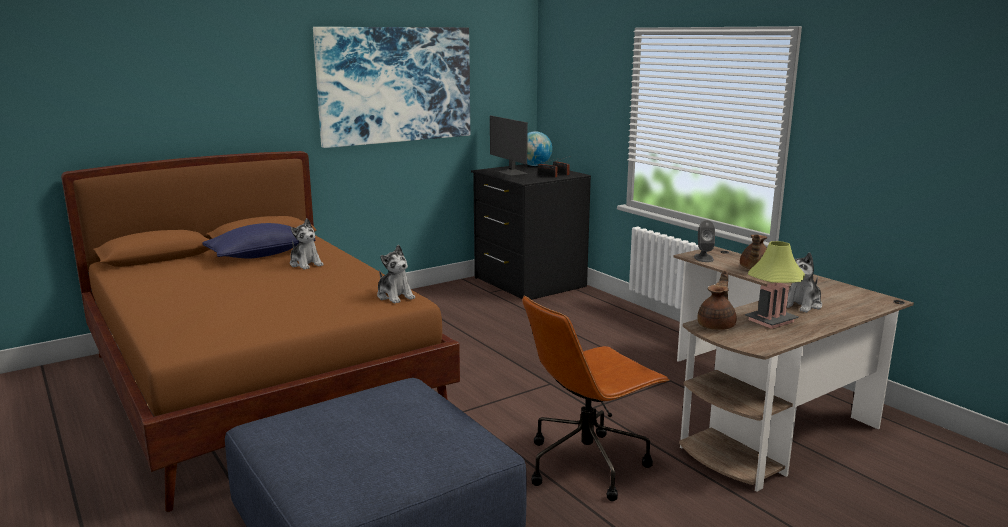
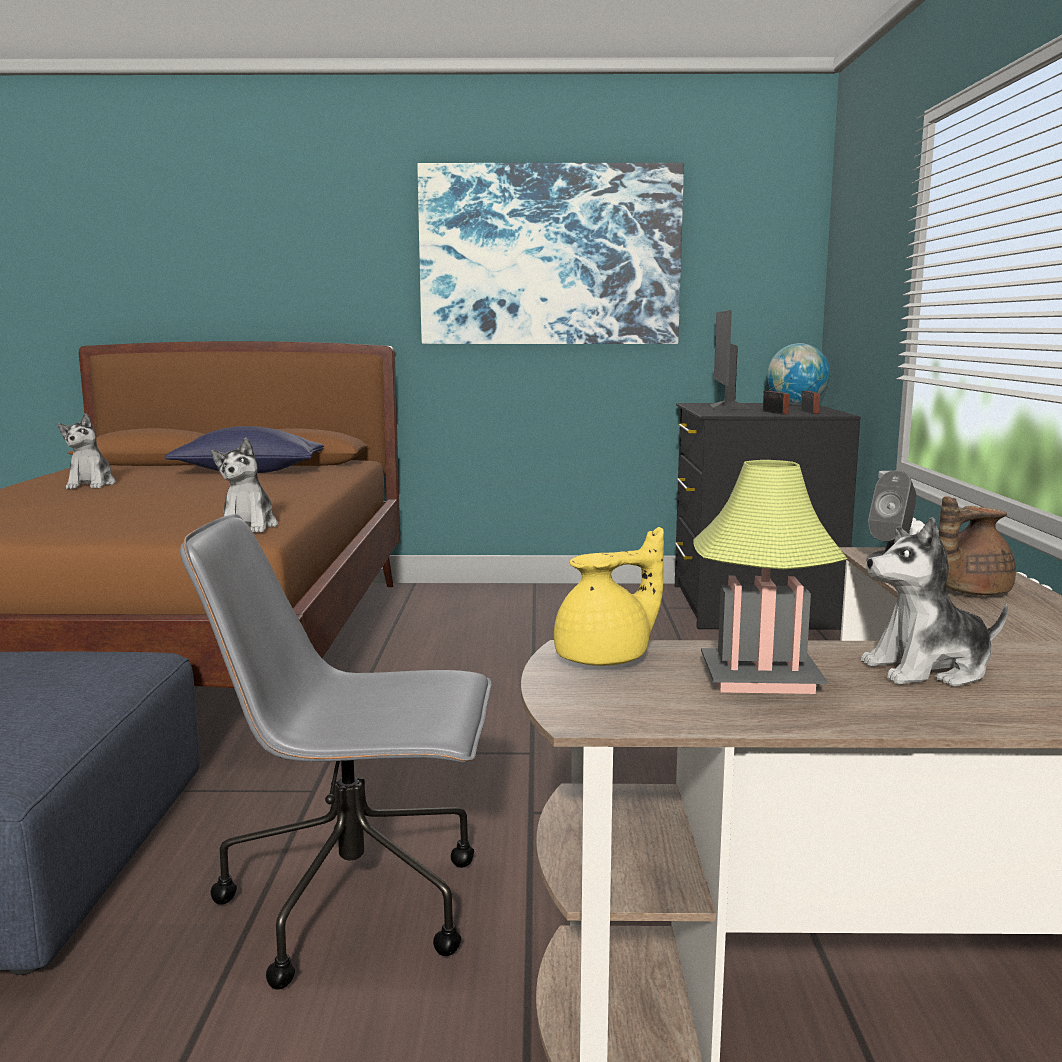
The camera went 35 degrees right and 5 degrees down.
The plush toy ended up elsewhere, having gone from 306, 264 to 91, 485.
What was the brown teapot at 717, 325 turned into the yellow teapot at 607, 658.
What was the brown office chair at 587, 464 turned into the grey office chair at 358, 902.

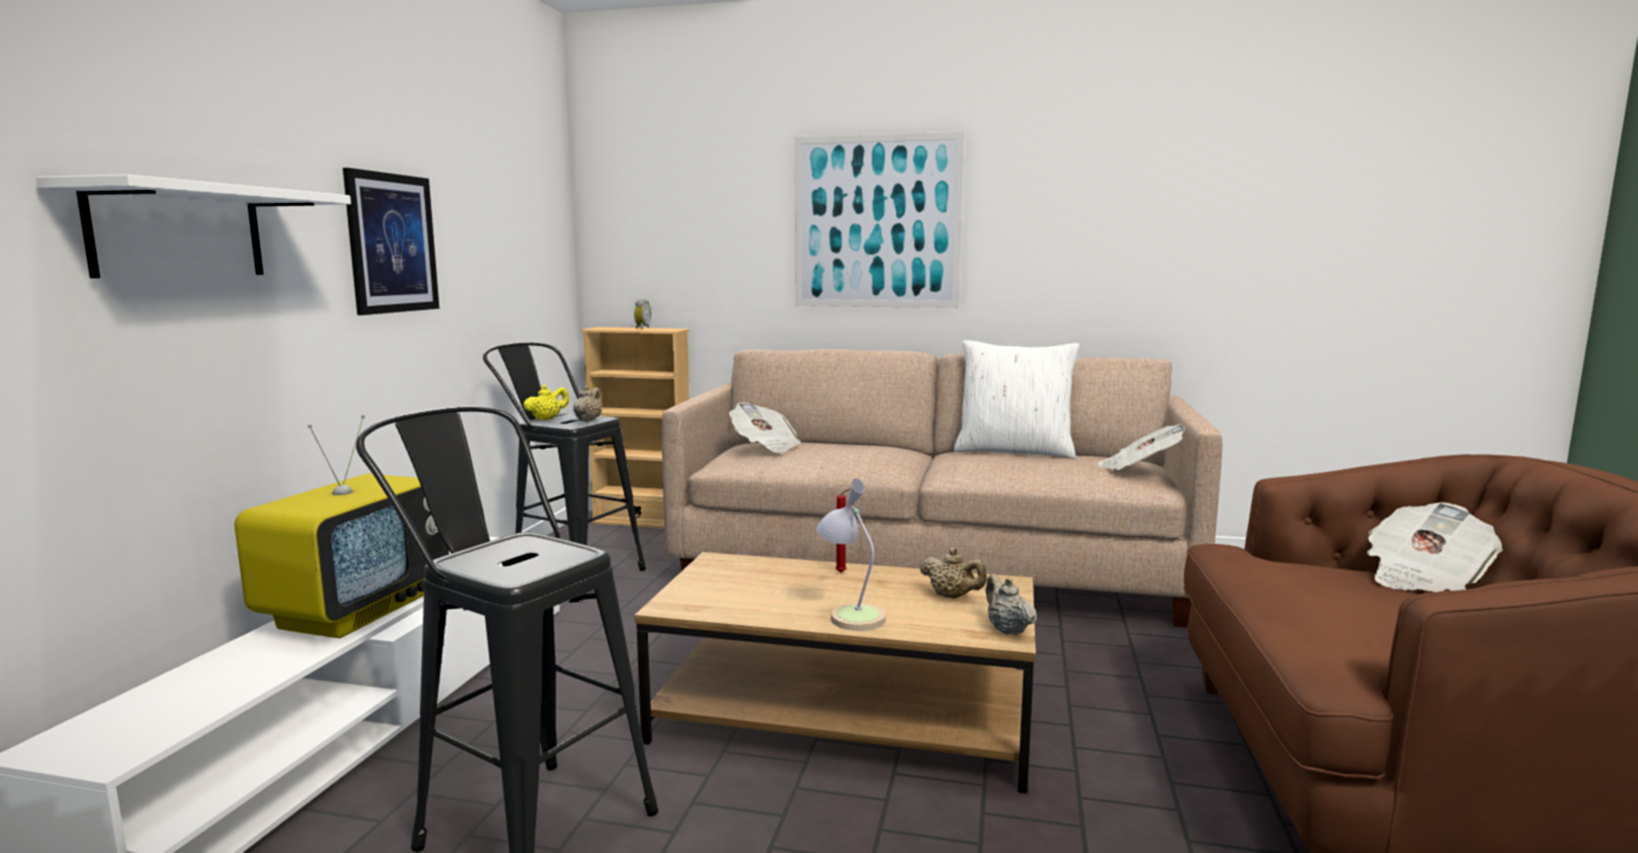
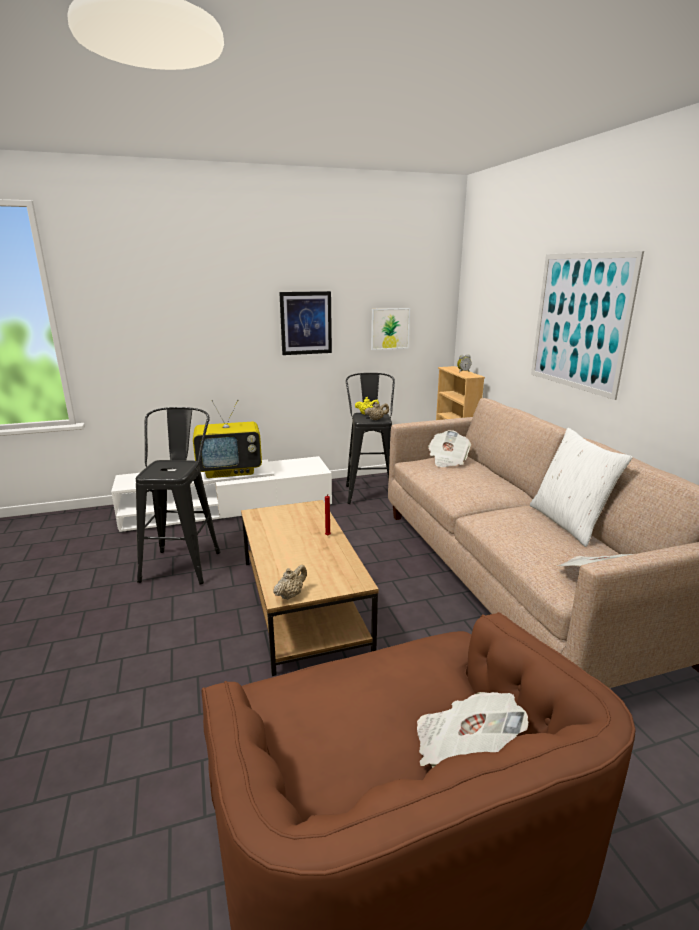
The camera went 60 degrees right and 10 degrees up.
The second view lost the white shelf at 178, 232.
The second view lost the table lamp at 849, 615.
The second view lost the beige teapot at 952, 596.
The second view gained the picture at 390, 328.

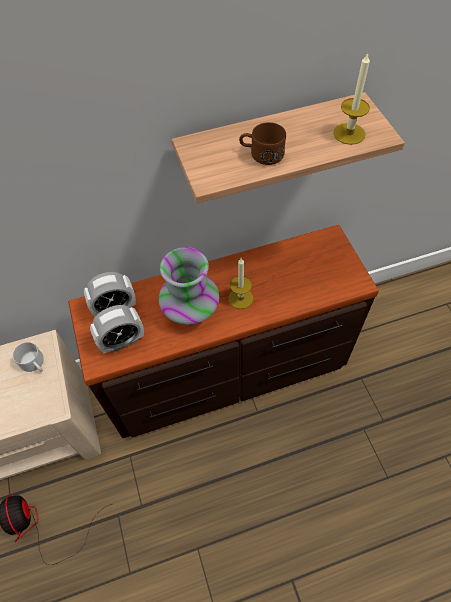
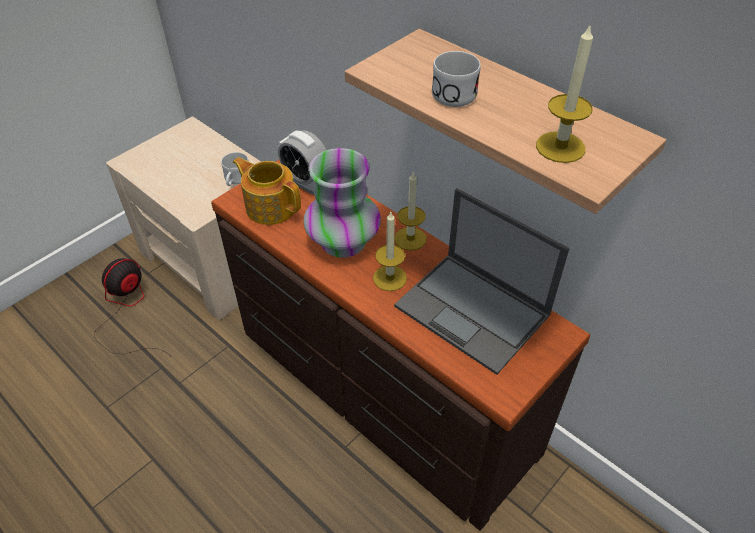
The camera went 60 degrees right and 10 degrees down.
What was the brown mug at 261, 154 turned into the white mug at 451, 91.
Where the alarm clock stood at 122, 341, the teapot came to stand at 271, 206.
The second view gained the candle at 410, 238.
The second view gained the laptop at 473, 311.

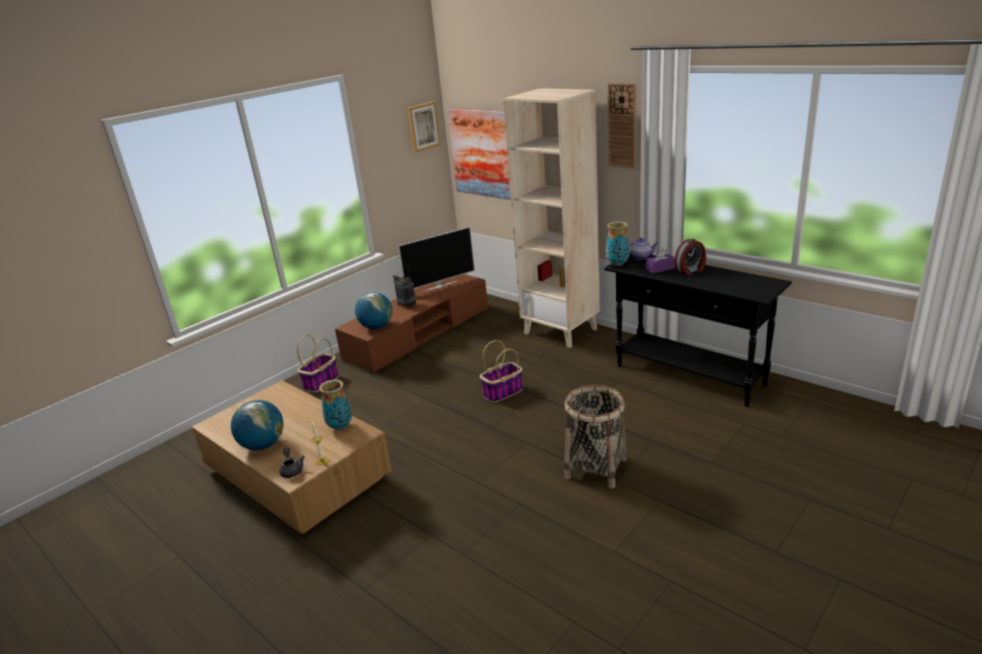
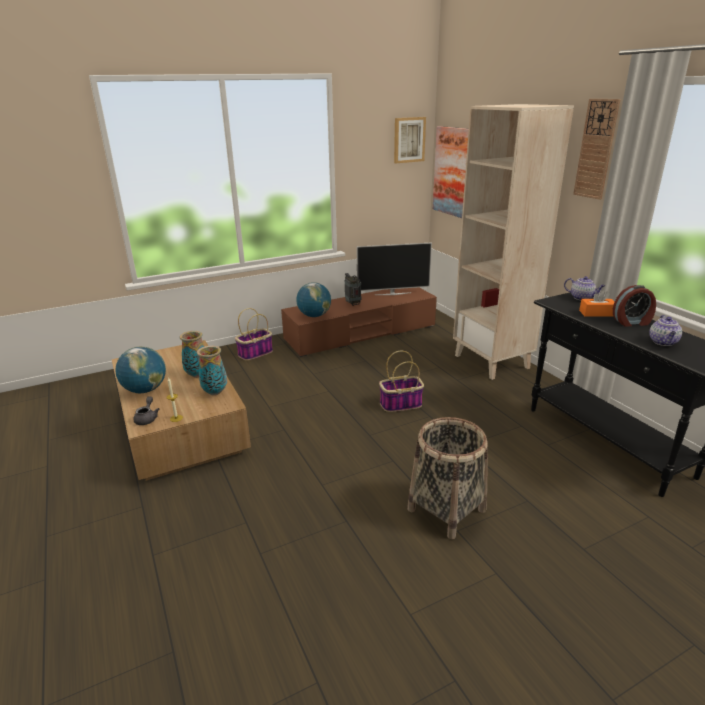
The camera went 20 degrees right and 0 degrees up.
The vase ended up elsewhere, having gone from 617, 264 to 198, 375.
What was the purple tissue box at 660, 268 turned into the orange tissue box at 596, 313.
The second view gained the teapot at 663, 342.

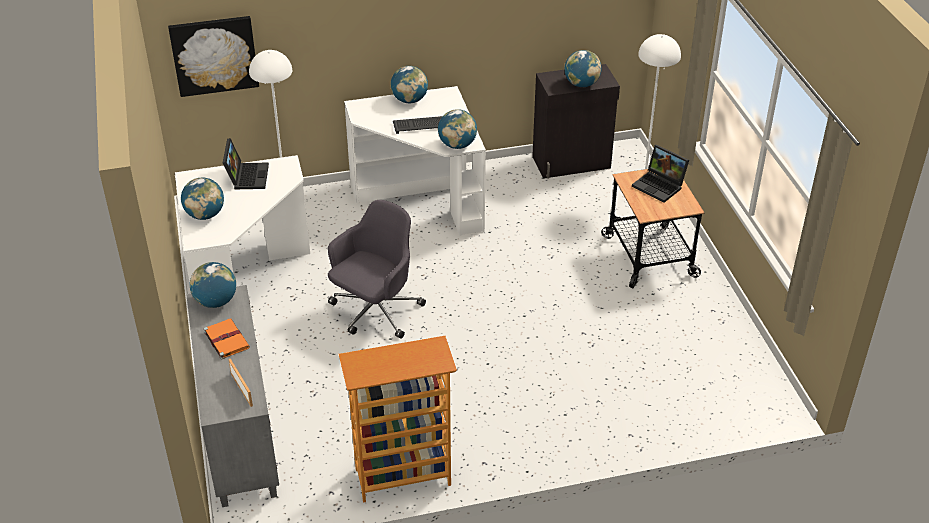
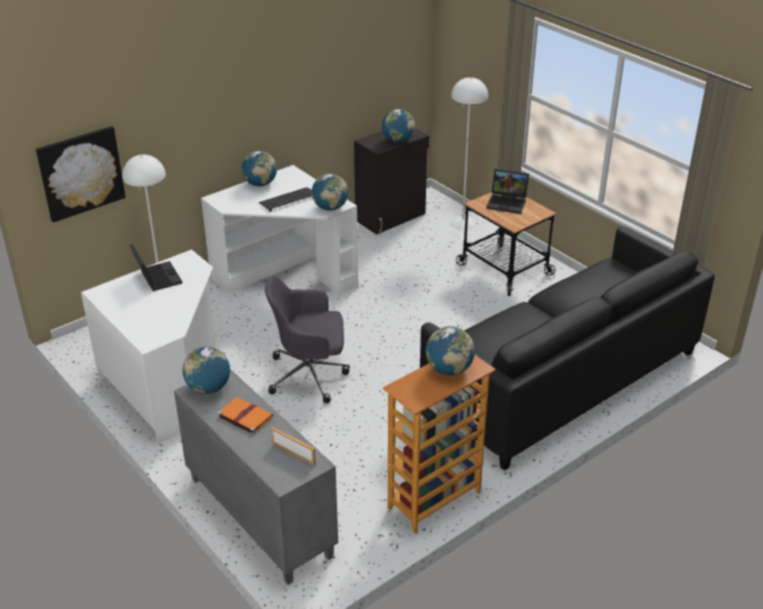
The camera went 25 degrees left and 5 degrees down.
The globe ended up elsewhere, having gone from 205, 215 to 449, 369.
The grey office chair at 375, 311 ended up facing another way, 105 degrees counterclockwise from before.
The second view gained the black sofa at 562, 379.

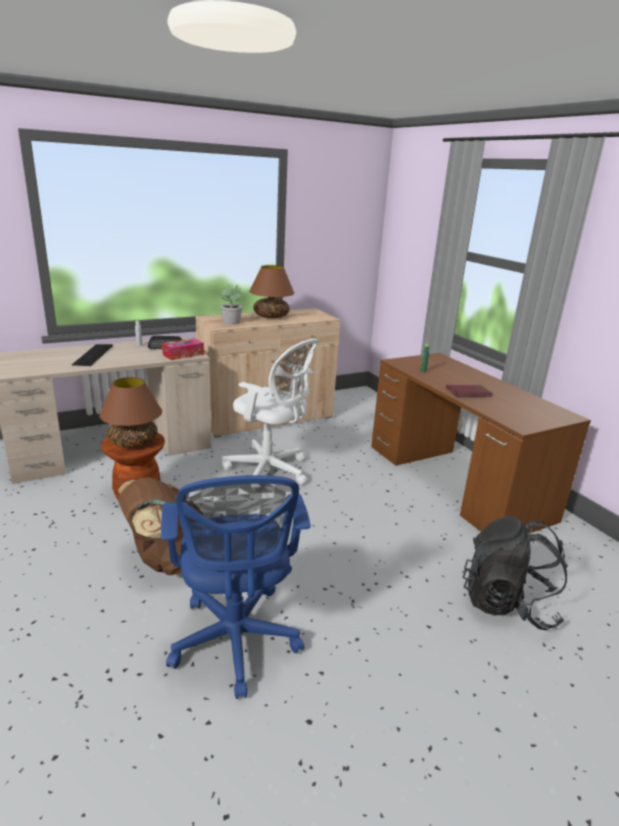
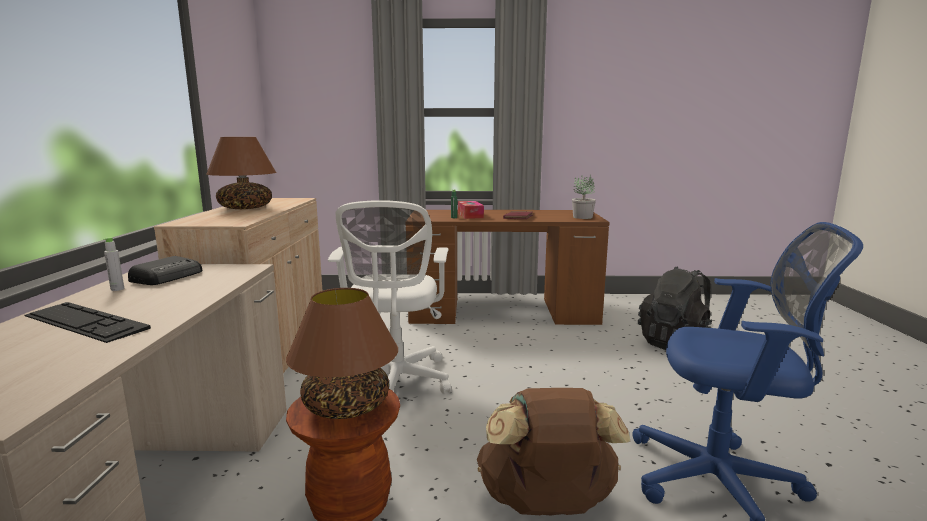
The camera went 60 degrees left and 10 degrees down.
The potted plant ended up elsewhere, having gone from 231, 322 to 582, 217.
The tissue box ended up elsewhere, having gone from 183, 354 to 470, 215.
The white office chair at 270, 471 ended up facing another way, 120 degrees clockwise from before.

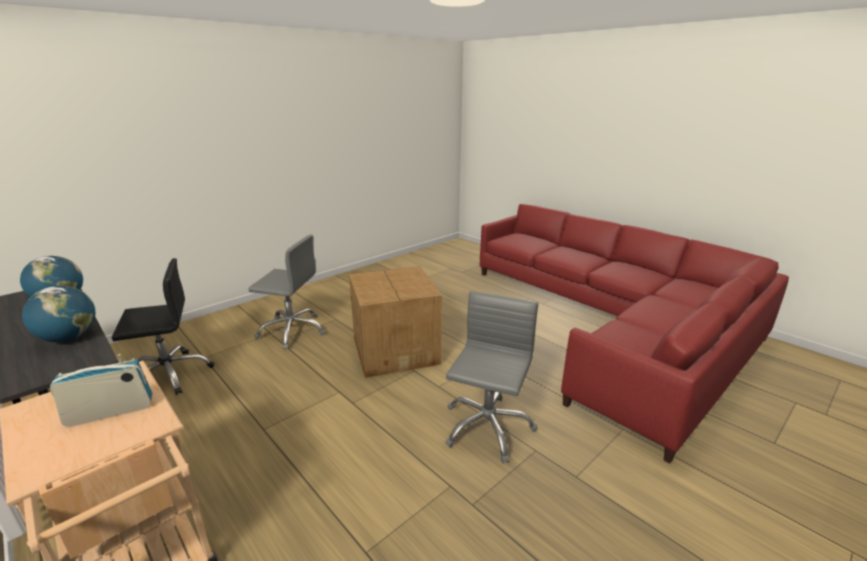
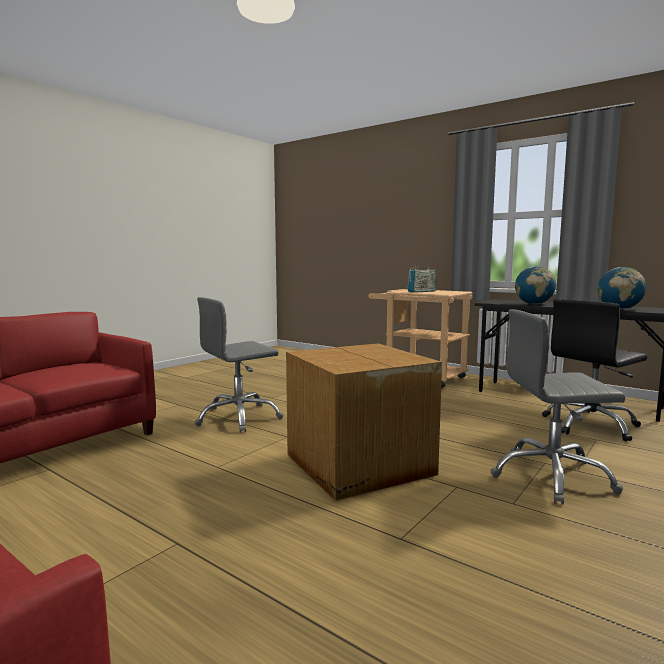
The camera went 170 degrees right and 15 degrees down.
The grey office chair at 487, 427 ended up facing another way, 45 degrees clockwise from before.

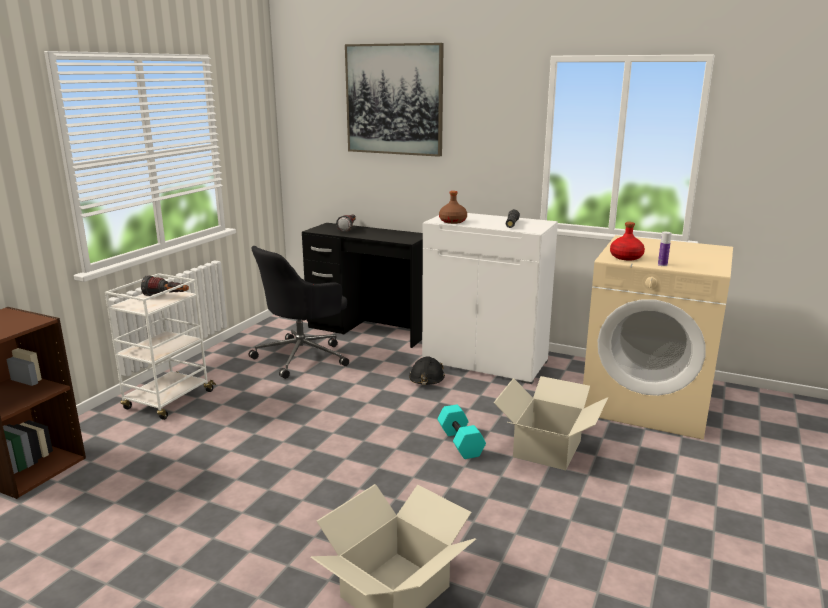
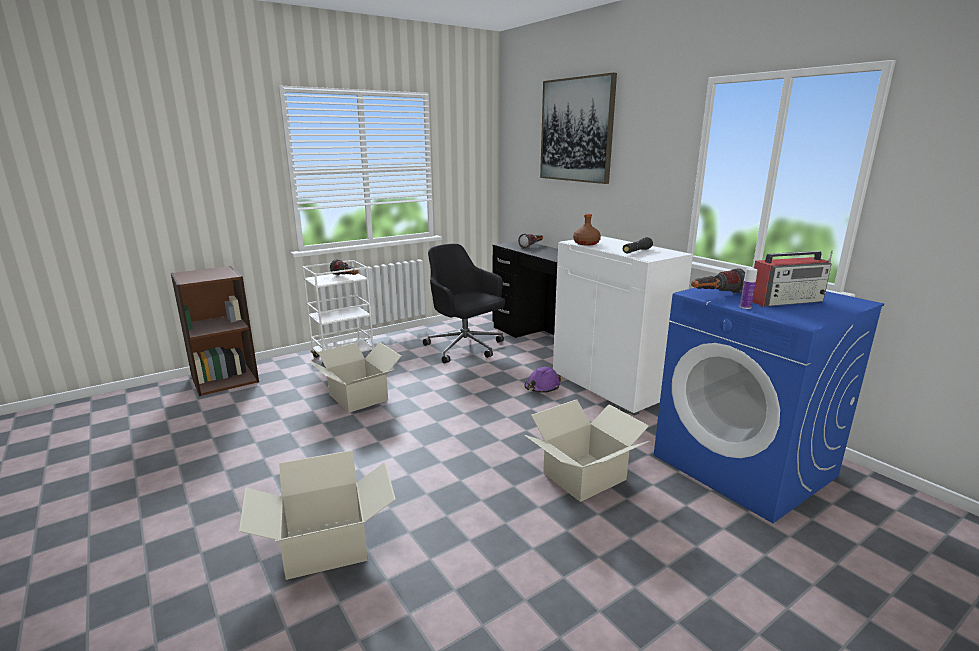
The camera went 30 degrees right and 0 degrees up.
Where the red bottle stood at 625, 257, the flashlight came to stand at 715, 294.
What was the beige washing machine at 648, 402 turned into the blue washing machine at 744, 466.
The black office chair at 303, 357 ended up facing another way, 60 degrees clockwise from before.
What was the black hard hat at 426, 379 turned into the purple hard hat at 542, 387.
The second view lost the turquoise dumbbell at 461, 442.
The second view gained the radio at 786, 301.
The second view gained the cardboard box at 358, 397.

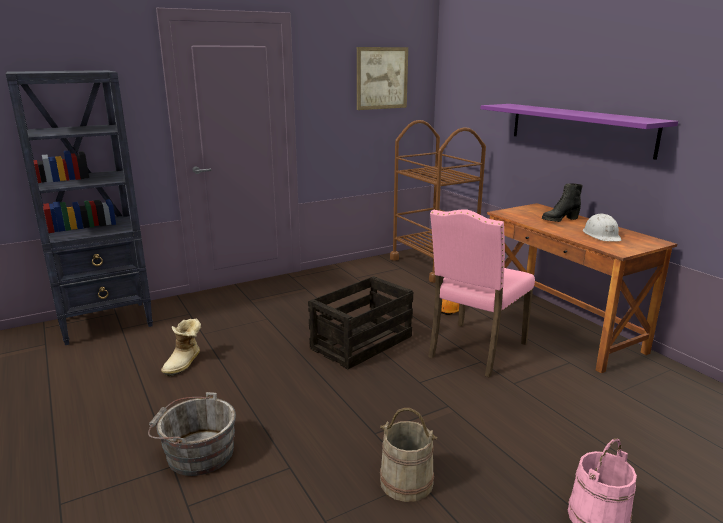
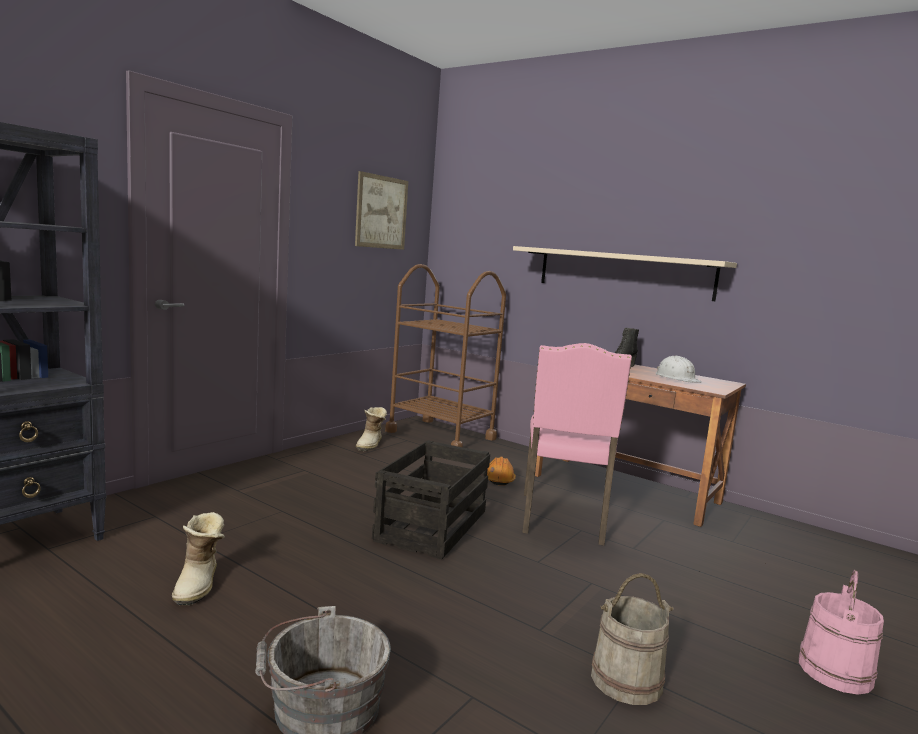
The camera went 25 degrees left and 10 degrees down.
What was the purple shelf at 579, 128 turned into the beige shelf at 623, 273.
The second view gained the boot at 371, 444.

